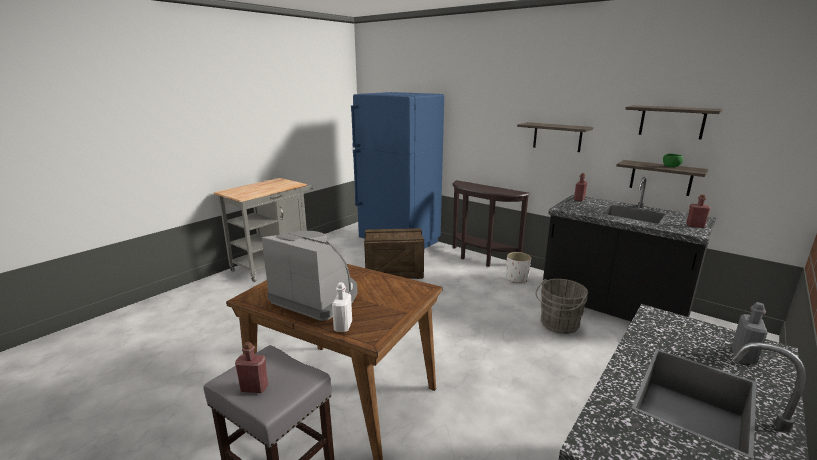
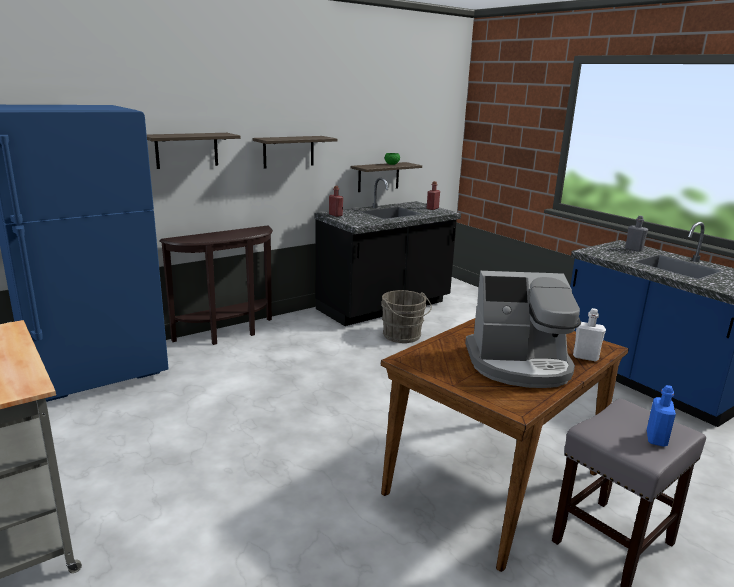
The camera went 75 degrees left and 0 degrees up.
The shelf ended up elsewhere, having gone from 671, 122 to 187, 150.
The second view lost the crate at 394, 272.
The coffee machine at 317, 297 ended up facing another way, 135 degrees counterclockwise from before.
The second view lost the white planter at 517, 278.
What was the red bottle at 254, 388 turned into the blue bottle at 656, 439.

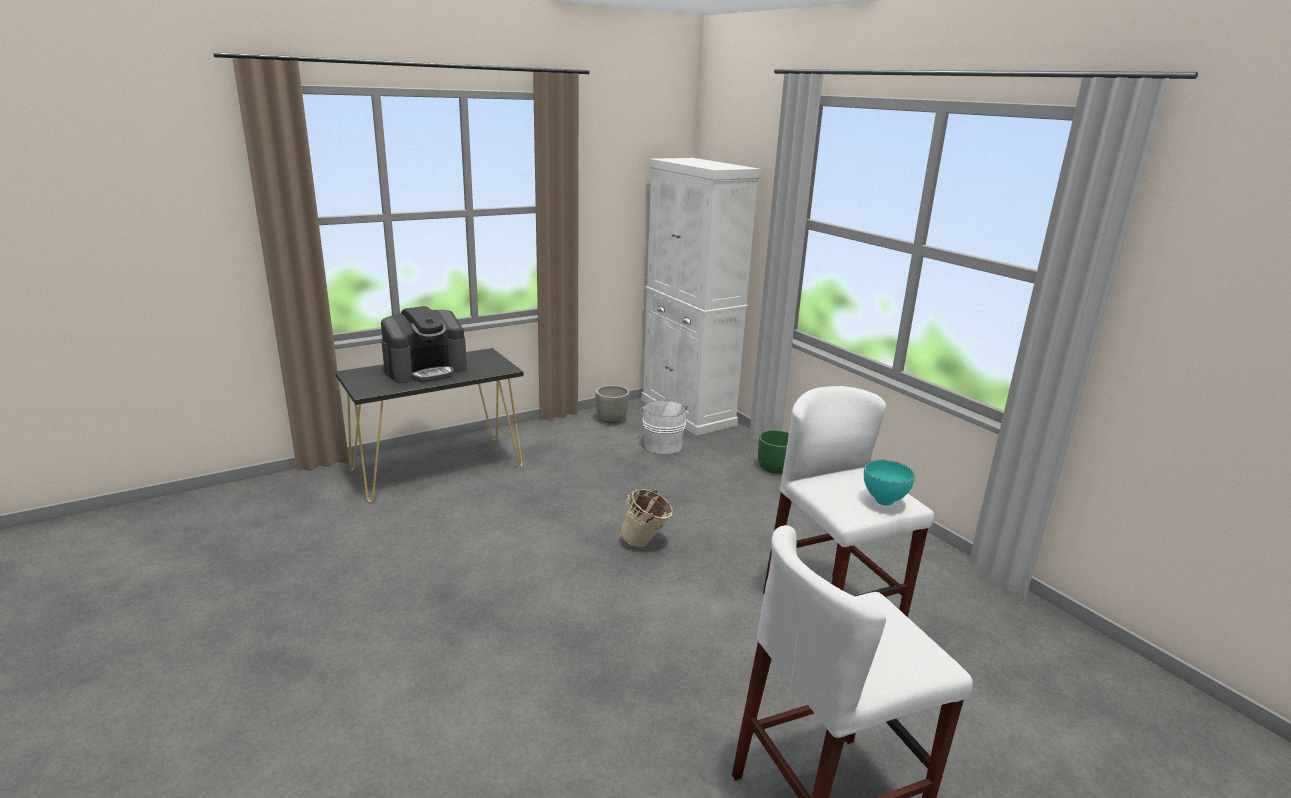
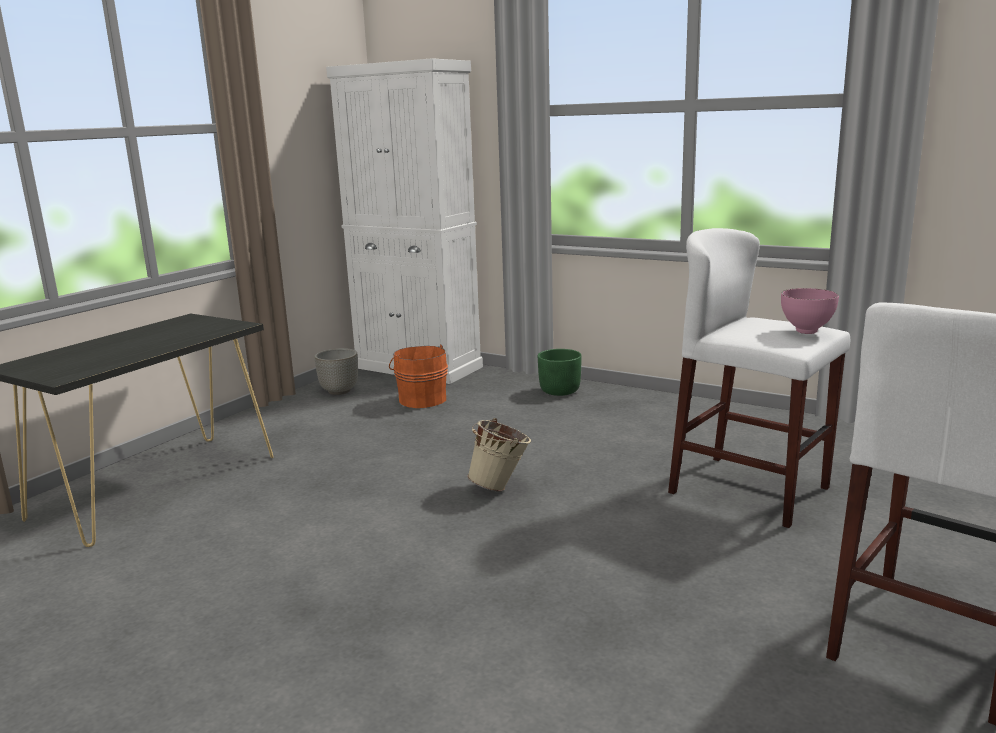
The camera went 25 degrees left and 5 degrees down.
The second view lost the coffee machine at 426, 370.
What was the white bucket at 662, 444 turned into the orange bucket at 421, 399.
What was the turquoise bowl at 885, 502 turned into the pink bowl at 808, 332.

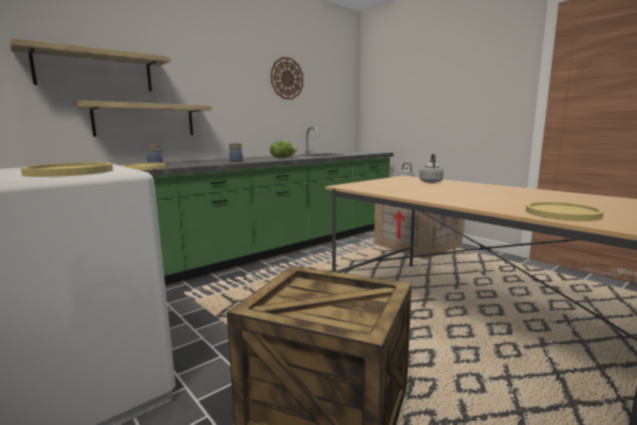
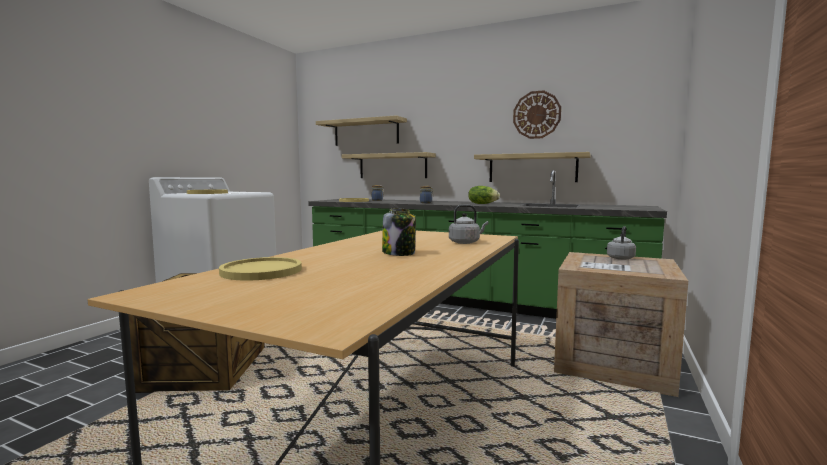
The camera went 65 degrees right and 5 degrees down.
The second view gained the shelf at 532, 168.
The second view gained the jar at 399, 253.

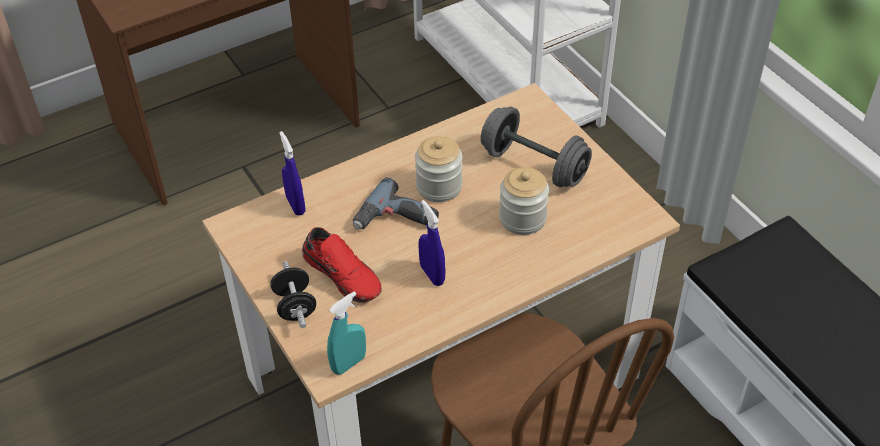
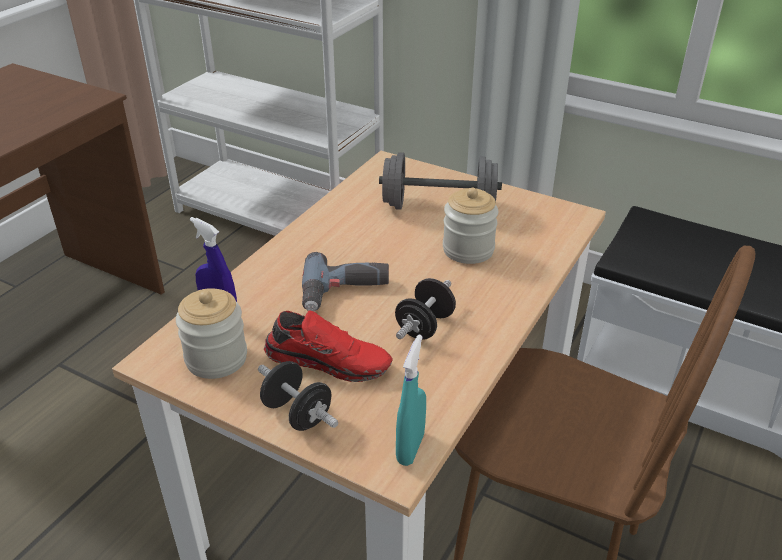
The camera went 30 degrees left and 10 degrees down.
The jar ended up elsewhere, having gone from 439, 187 to 216, 358.
Where the blue spray bottle stood at 432, 274, the black dumbbell came to stand at 425, 326.

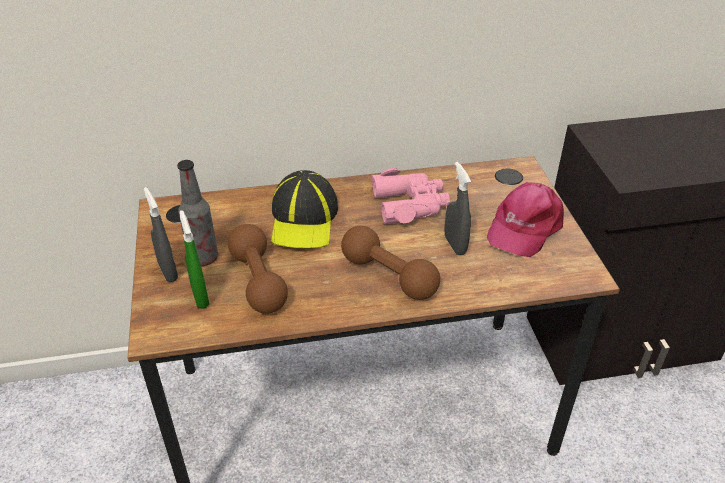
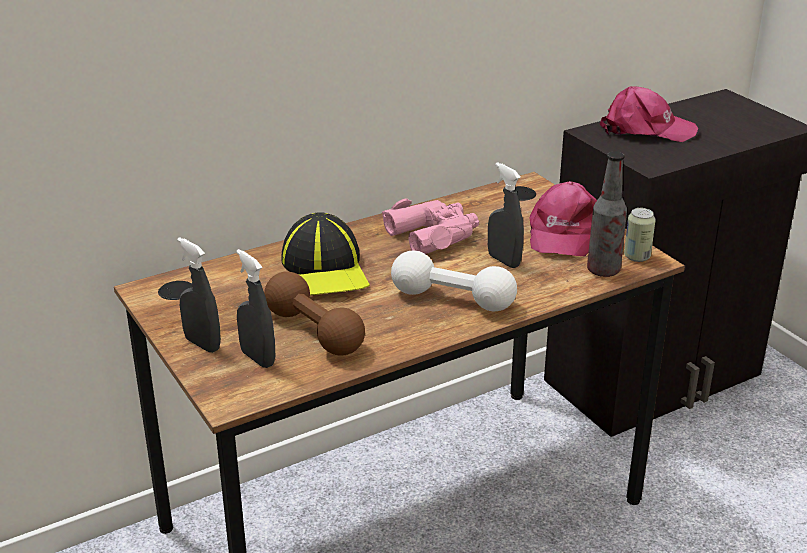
The camera went 20 degrees left and 10 degrees down.
The bottle ended up elsewhere, having gone from 203, 258 to 603, 270.
What was the green spray bottle at 200, 297 turned into the grey spray bottle at 258, 358.
What was the brown dumbbell at 389, 276 turned into the white dumbbell at 452, 299.
The second view gained the pink cap at 646, 129.
The second view gained the can at 637, 257.

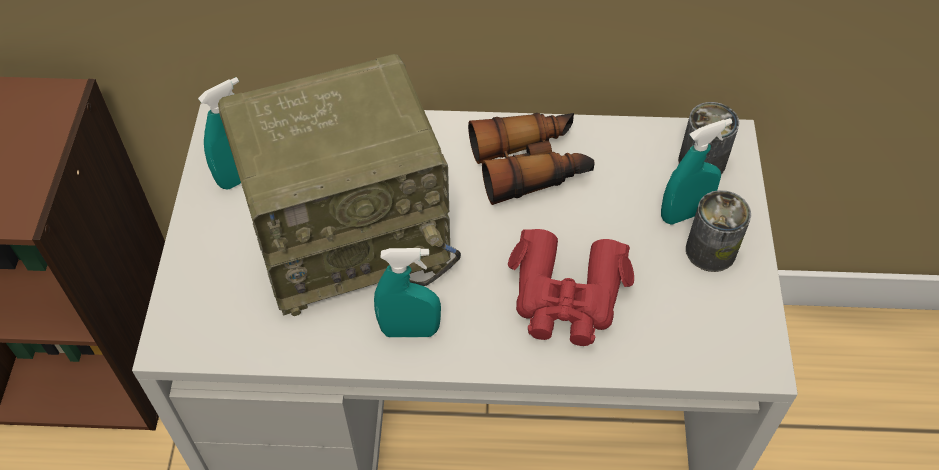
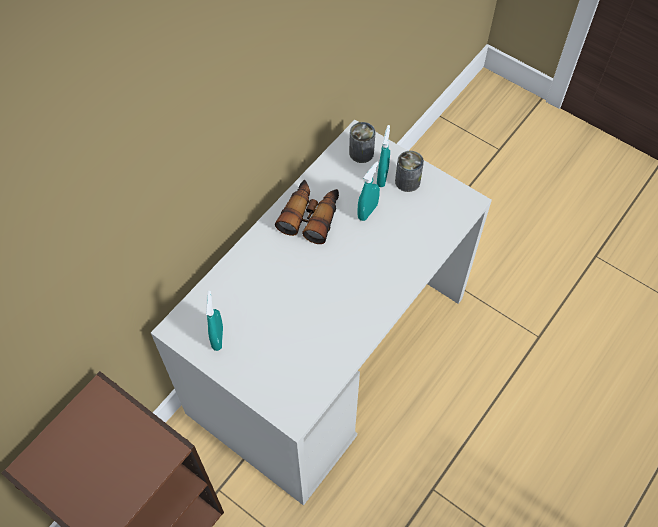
The camera went 55 degrees left and 5 degrees up.
The second view lost the radio at 351, 234.
The second view lost the red binoculars at 567, 297.
The turquoise spray bottle ended up elsewhere, having gone from 410, 330 to 367, 211.

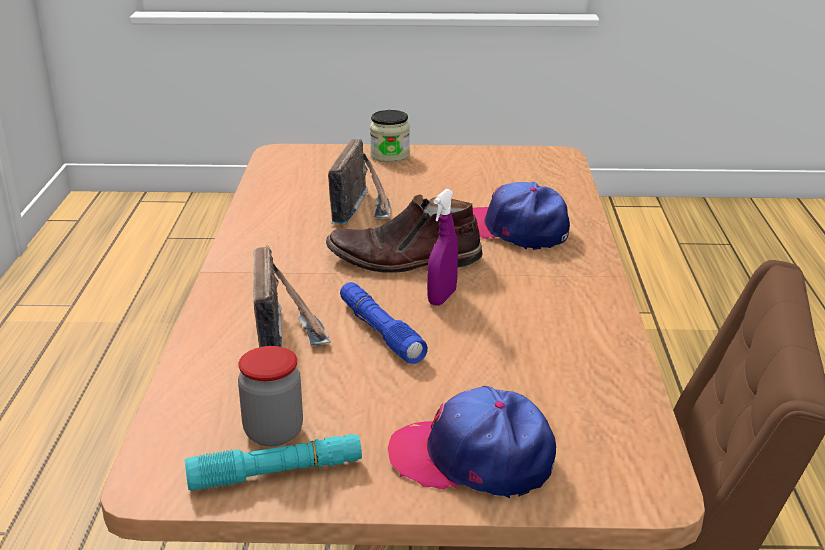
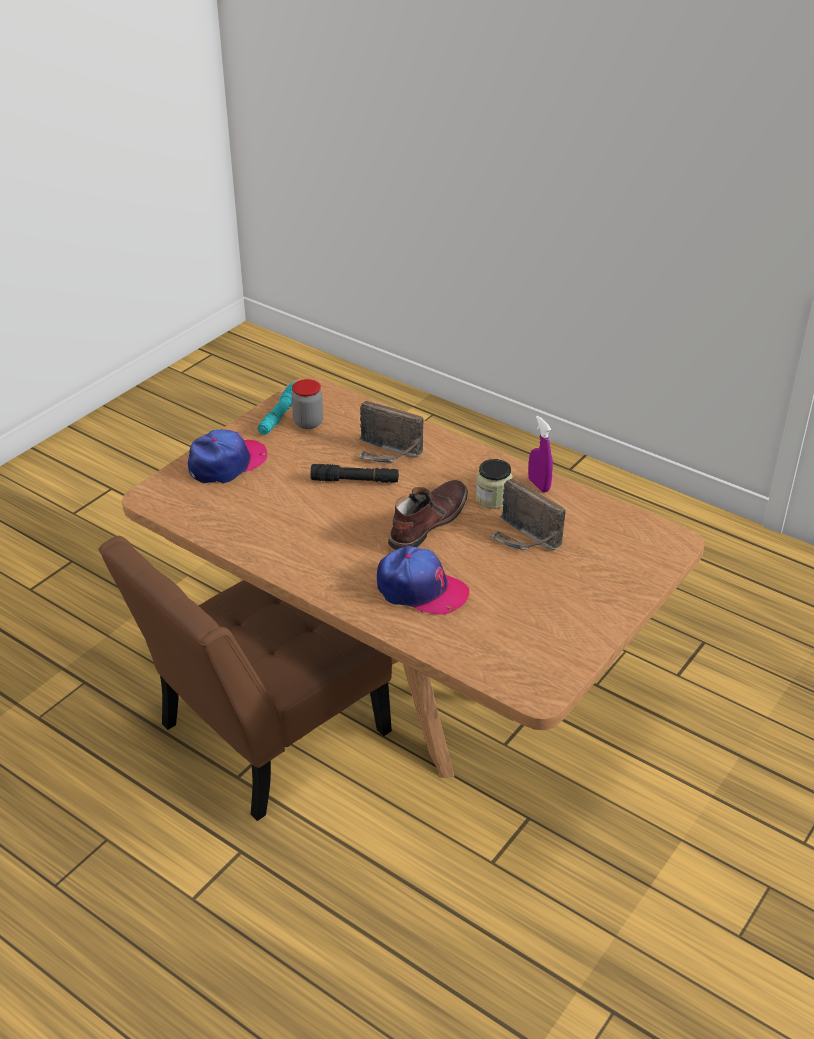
The camera went 125 degrees right and 10 degrees up.
The jar ended up elsewhere, having gone from 390, 155 to 493, 498.
The cap at 515, 229 ended up facing another way, 45 degrees clockwise from before.
The purple spray bottle ended up elsewhere, having gone from 442, 297 to 539, 485.
What was the blue flashlight at 380, 331 turned into the black flashlight at 355, 481.

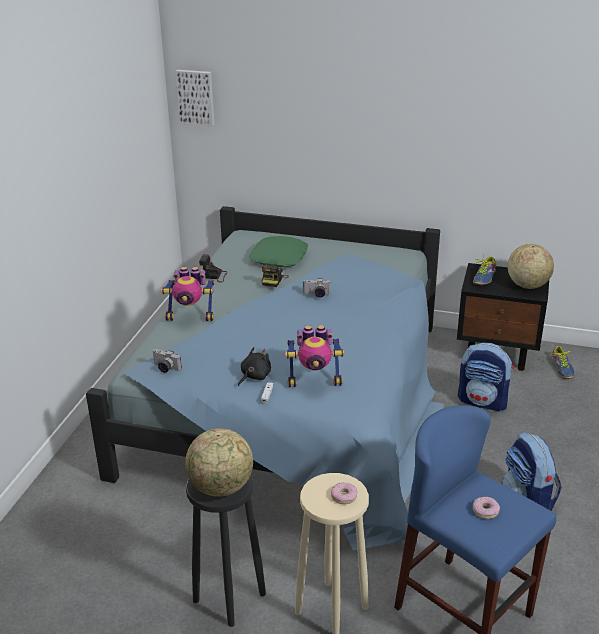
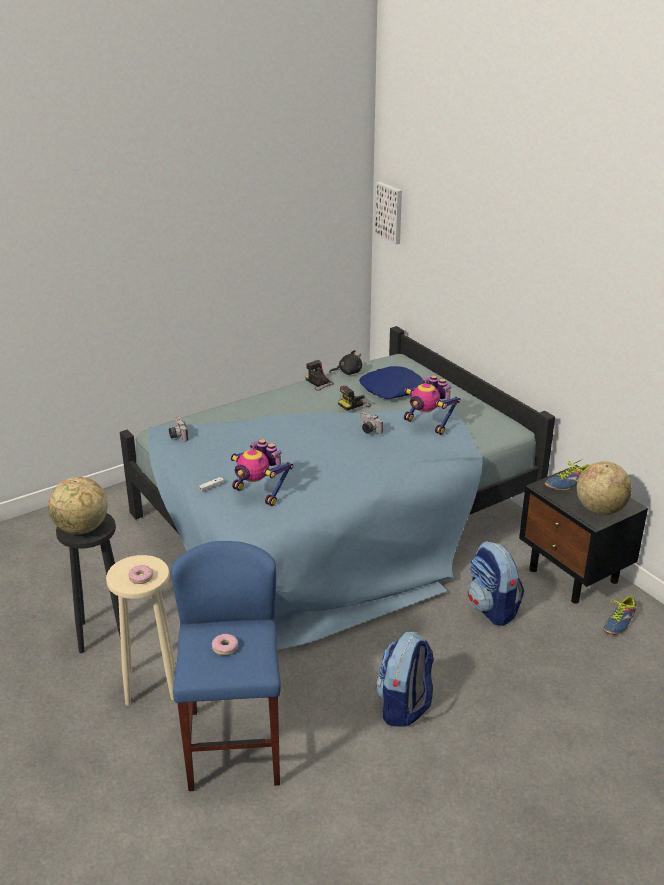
The camera went 40 degrees right and 0 degrees up.
What was the green pillow at 279, 258 turned into the blue pillow at 392, 389.
The toy robot ended up elsewhere, having gone from 191, 316 to 428, 424.
The black plush toy ended up elsewhere, having gone from 254, 376 to 348, 372.

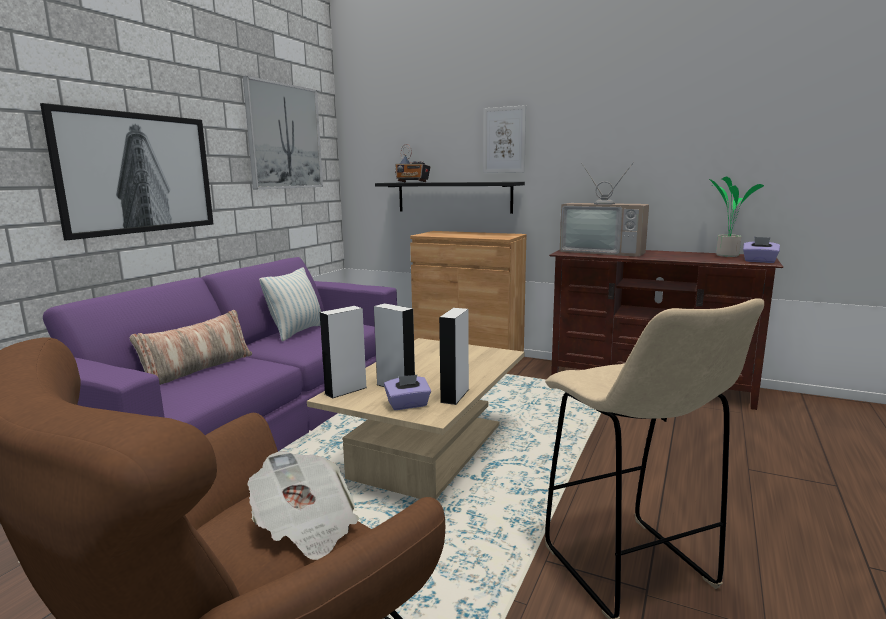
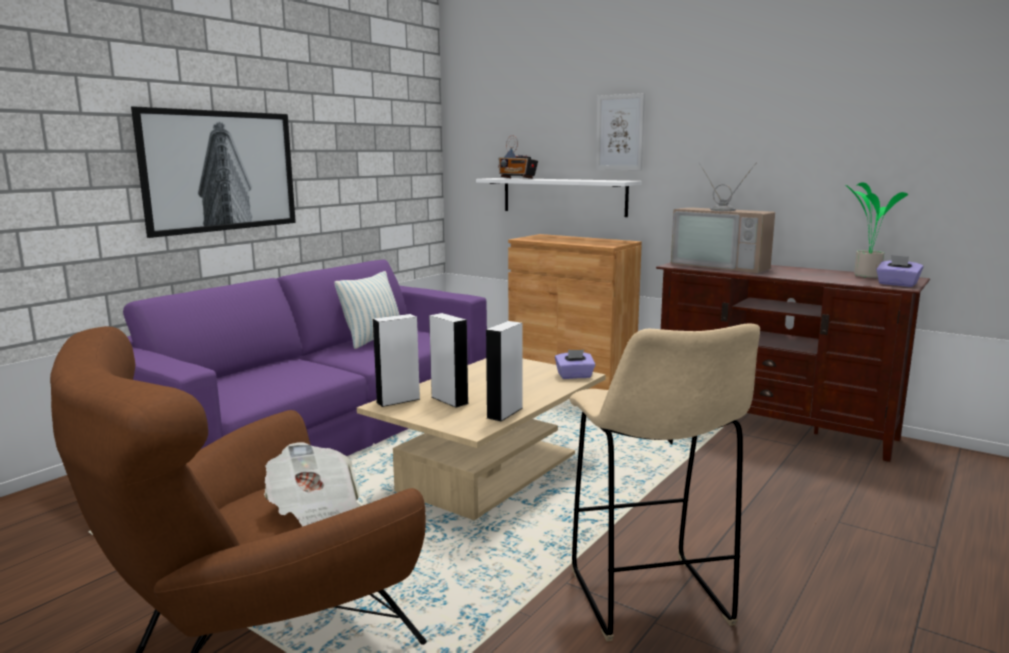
The camera went 10 degrees right and 0 degrees up.
The second view lost the picture at 284, 137.
What was the black shelf at 453, 197 turned into the white shelf at 563, 196.
The second view lost the pillow at 198, 369.
The purple tissue box ended up elsewhere, having gone from 408, 405 to 574, 376.

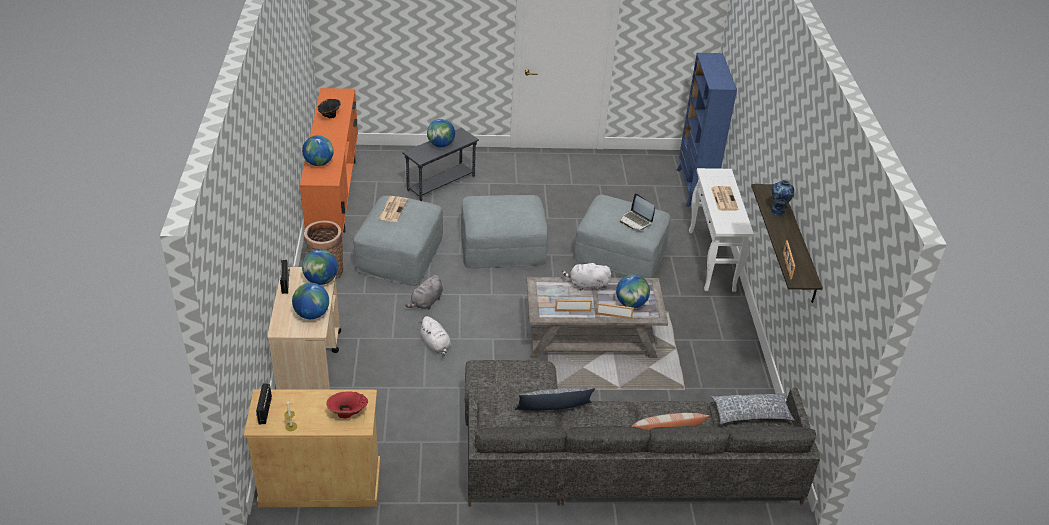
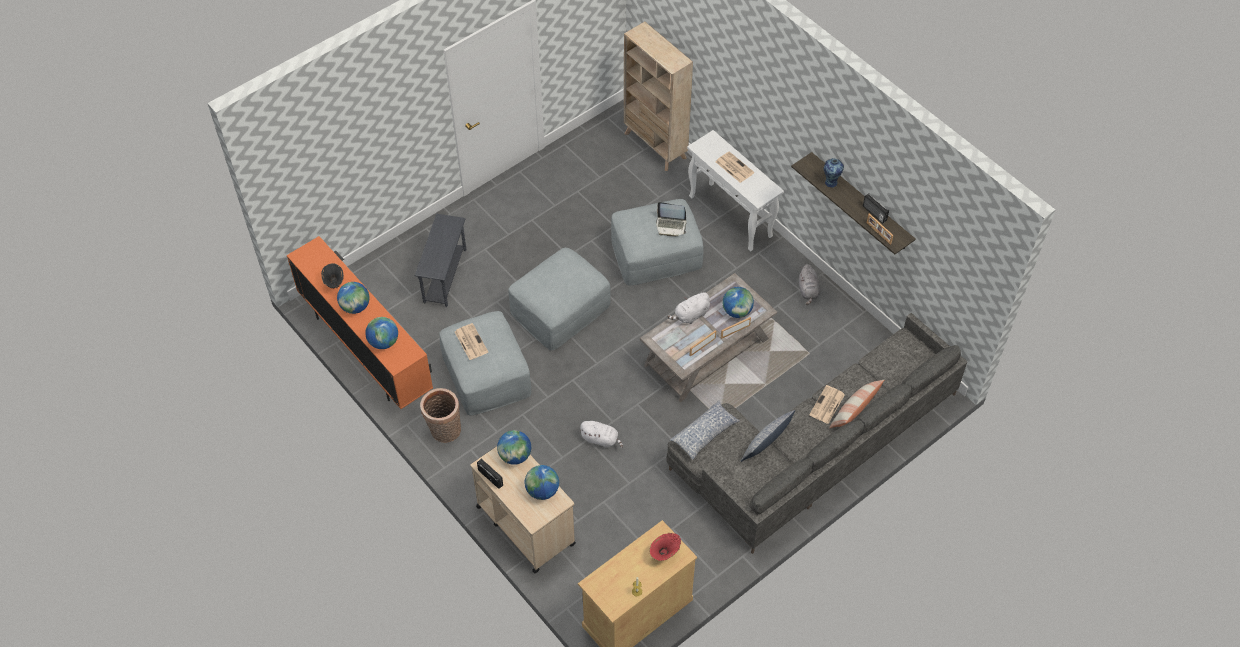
The camera went 35 degrees left and 15 degrees up.
What was the blue bookcase at 694, 188 turned into the beige bookcase at 655, 146.
The globe ended up elsewhere, having gone from 441, 145 to 355, 307.
The grey plush toy ended up elsewhere, having gone from 426, 302 to 808, 291.
The radio ended up elsewhere, having gone from 264, 410 to 874, 213.
The pillow ended up elsewhere, having gone from 751, 414 to 705, 434.
The second view gained the newspaper at 827, 405.

